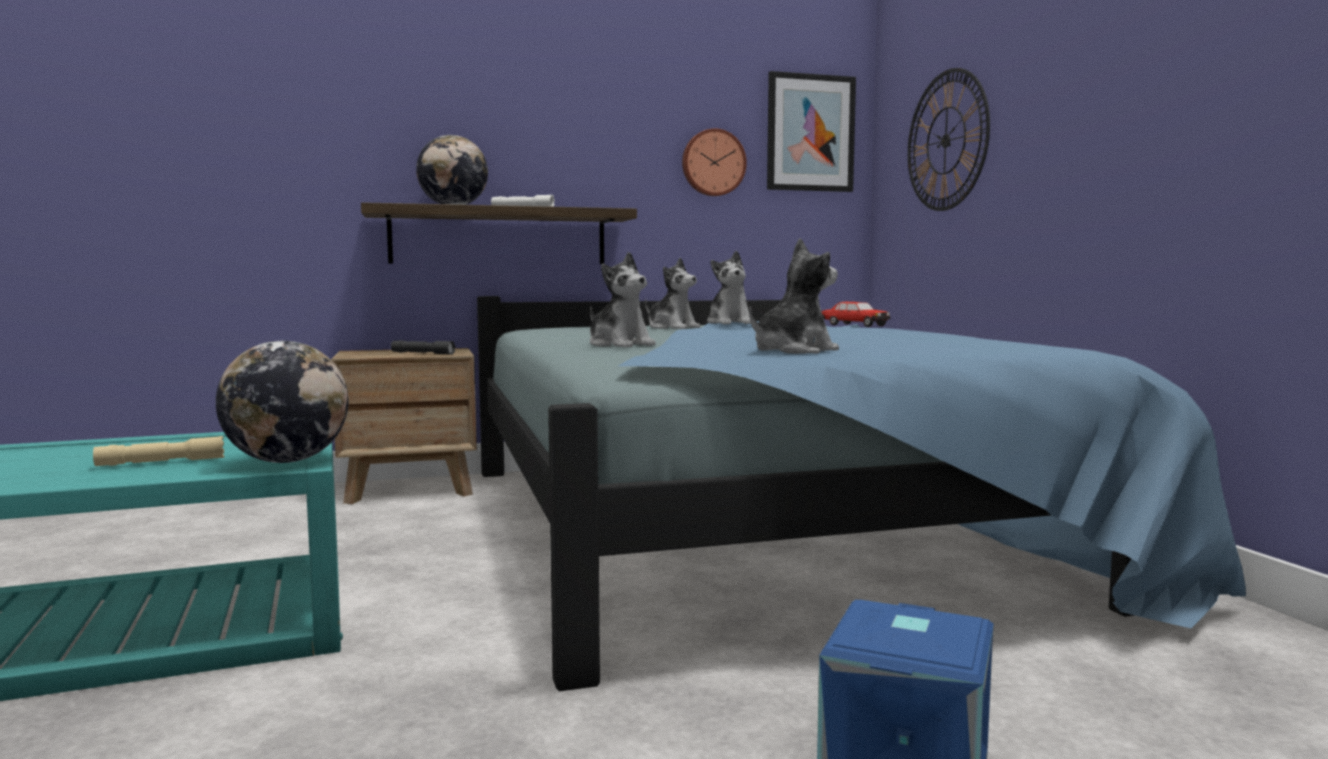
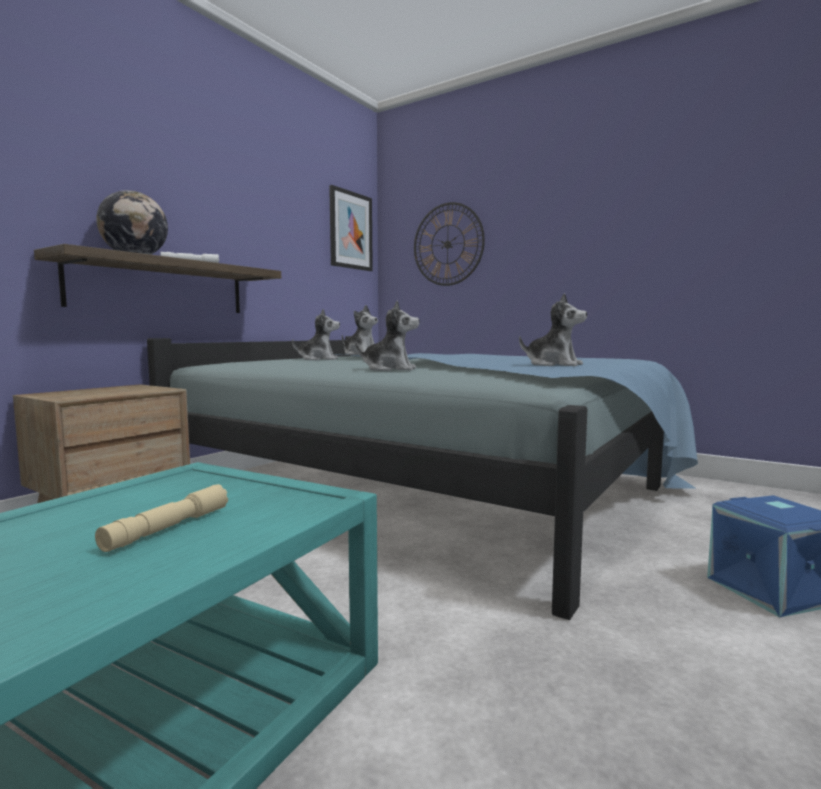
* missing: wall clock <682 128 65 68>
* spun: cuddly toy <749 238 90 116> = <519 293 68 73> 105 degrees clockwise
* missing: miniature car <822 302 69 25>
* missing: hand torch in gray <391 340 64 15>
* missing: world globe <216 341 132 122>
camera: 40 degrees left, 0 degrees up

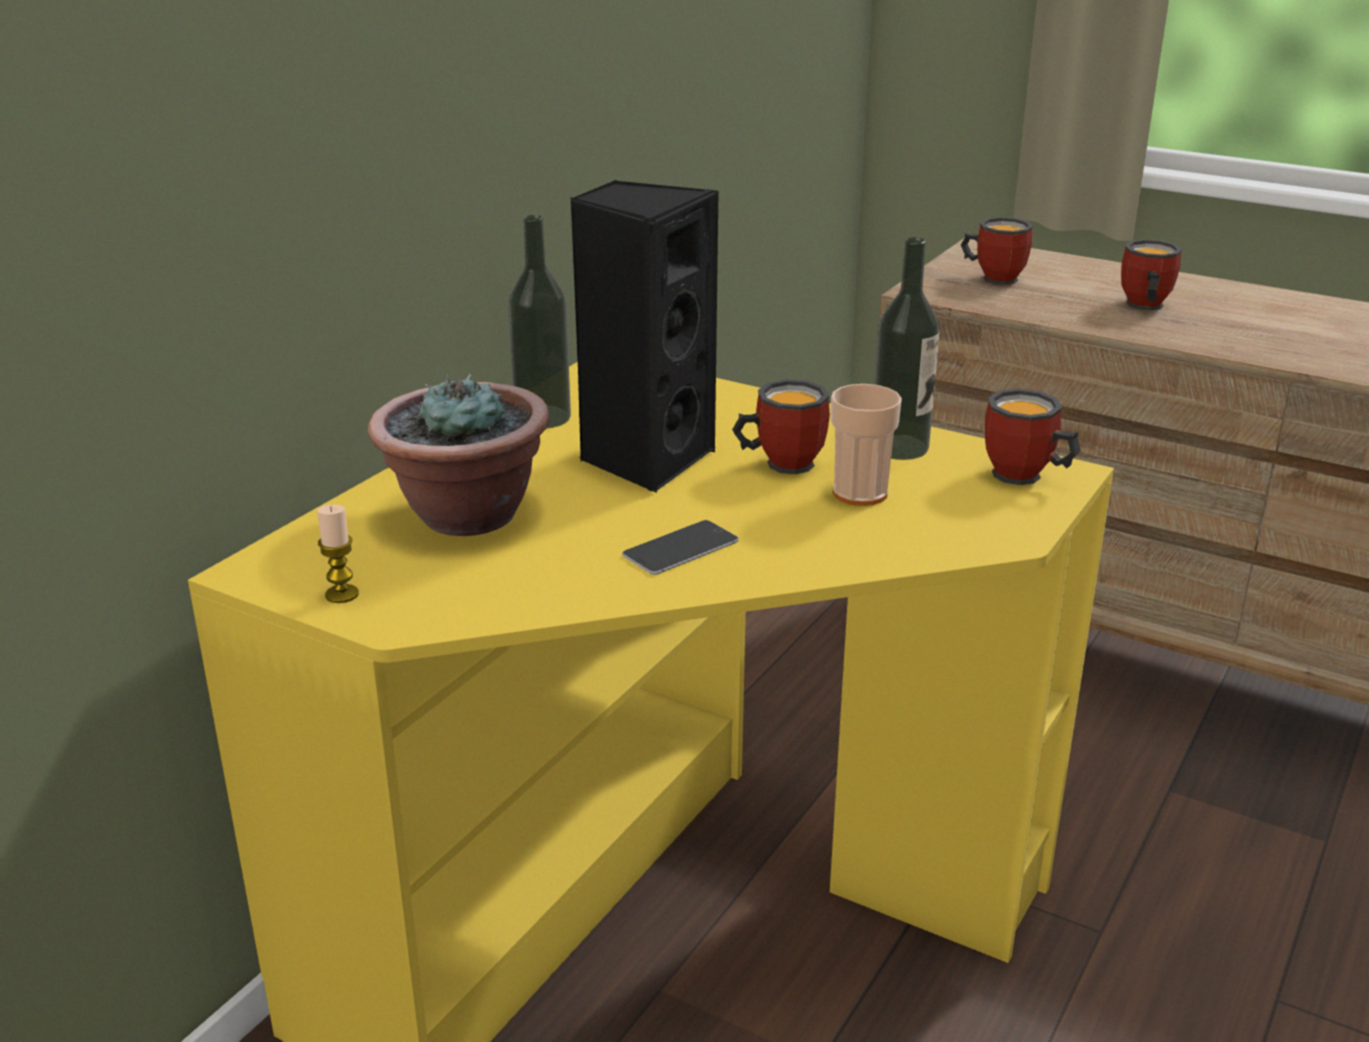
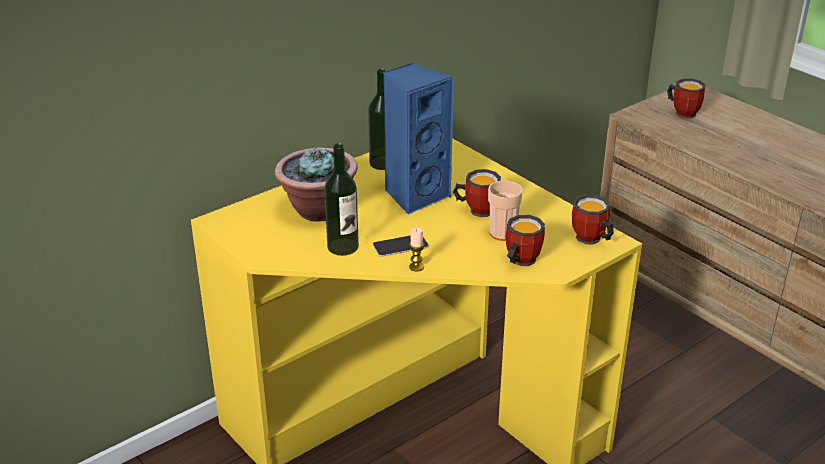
* colour: audio speaker in black-coloured <570 180 149 313> to audio speaker in bluish <383 62 71 153>
* relocated: bottle <874 237 66 223> to <324 143 35 113>
* relocated: mug <1121 239 61 72> to <506 215 39 51>
* relocated: candle <317 505 42 98> to <409 228 15 44>
camera: 20 degrees right, 5 degrees up

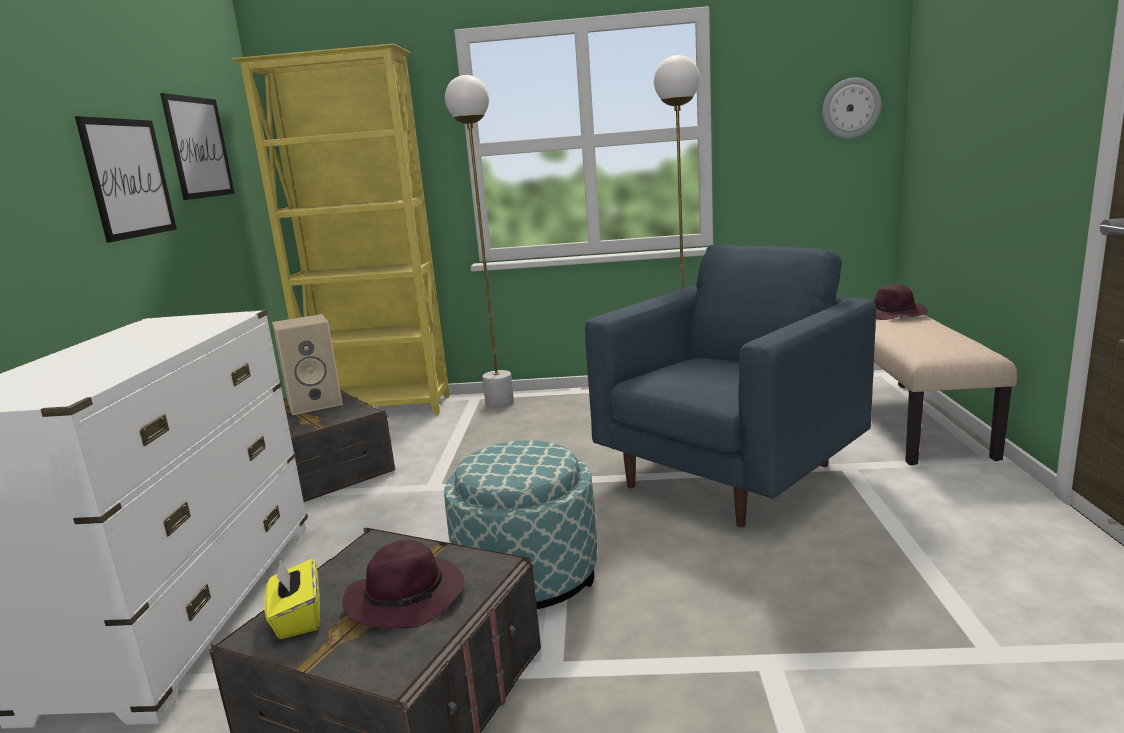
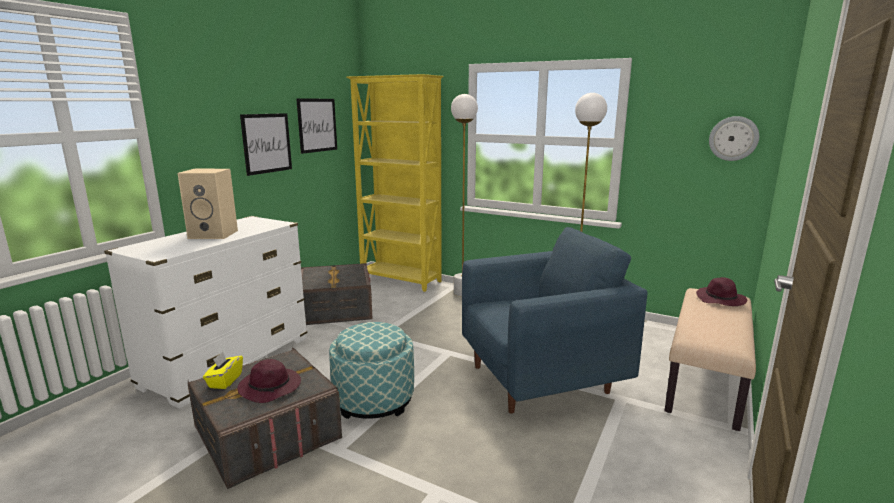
* relocated: audio speaker in beige <272 314 71 101> to <178 169 60 70>
camera: 25 degrees right, 0 degrees up

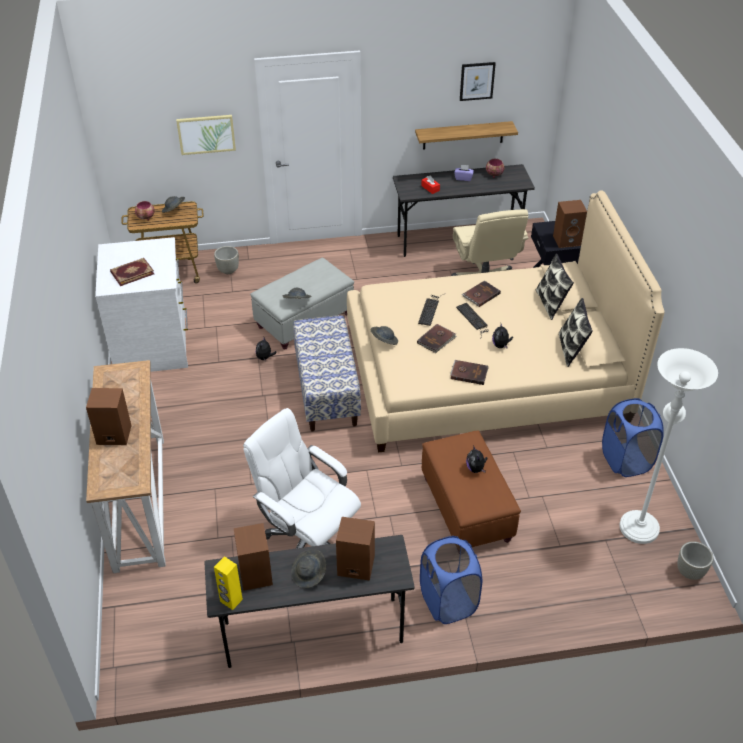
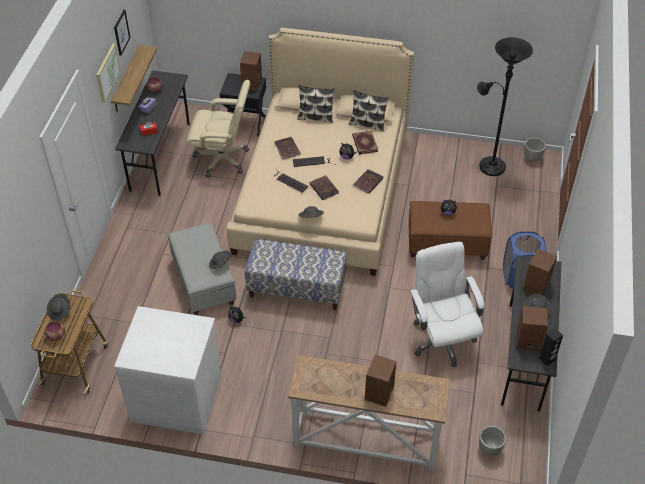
* relocated: picture <176 115 60 40> to <96 44 25 59>
* relocated: plant pot in gray <214 246 25 28> to <479 426 27 31>
* relocated: volume <110 258 44 28> to <352 131 26 24>
* colour: standing lamp in white-coloured <619 348 99 196> to standing lamp in black-coloured <477 37 56 139>
* missing: hamper in bluish <602 398 62 79>
* spun: desk chair in white-coloured <243 408 118 140> = <410 242 75 125> 105 degrees clockwise
* colour: audio speaker in yellow-coloured <214 556 29 54> to audio speaker in black-coloured <539 328 24 38>
camera: 70 degrees left, 5 degrees up

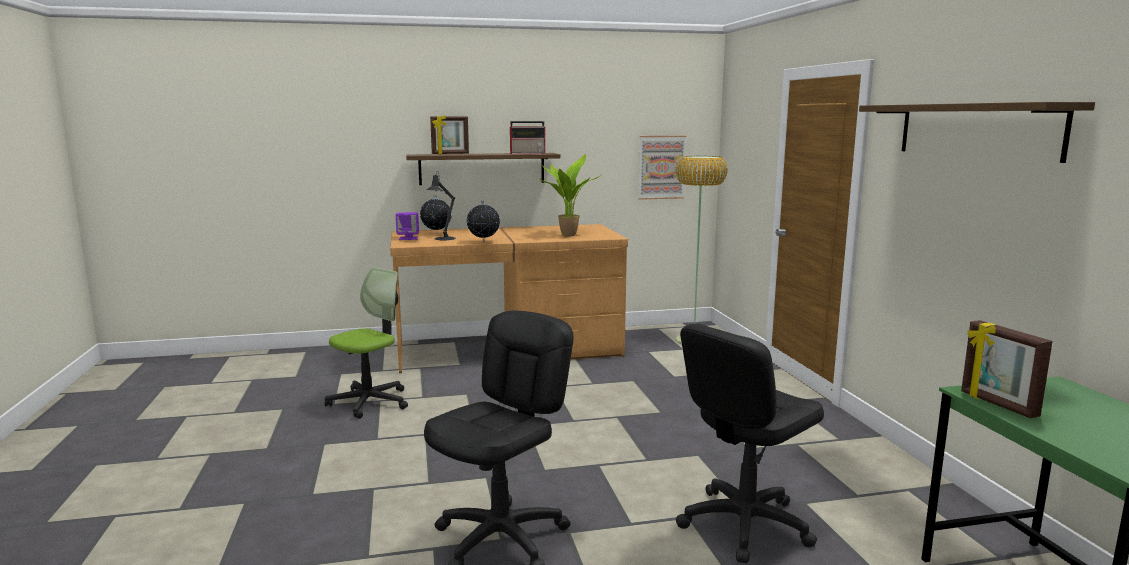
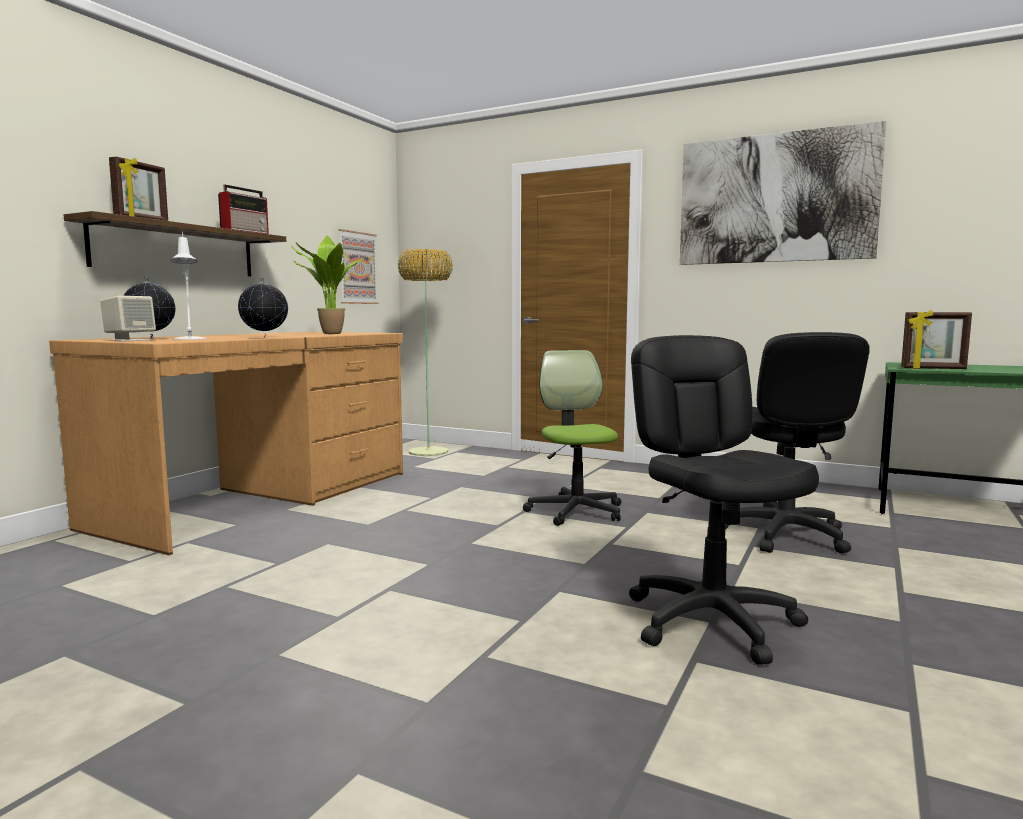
* exchanged: shelf <859 102 236 61> to picture <680 121 207 144>
* colour: lamp for a table in black-coloured <427 172 29 68> to lamp for a table in white-coloured <170 232 37 108>
* colour: audio speaker in purple-coloured <396 212 23 28> to audio speaker in beige <100 296 56 45>
* relocated: desk chair <325 267 83 152> to <523 350 98 176>
camera: 50 degrees left, 5 degrees down

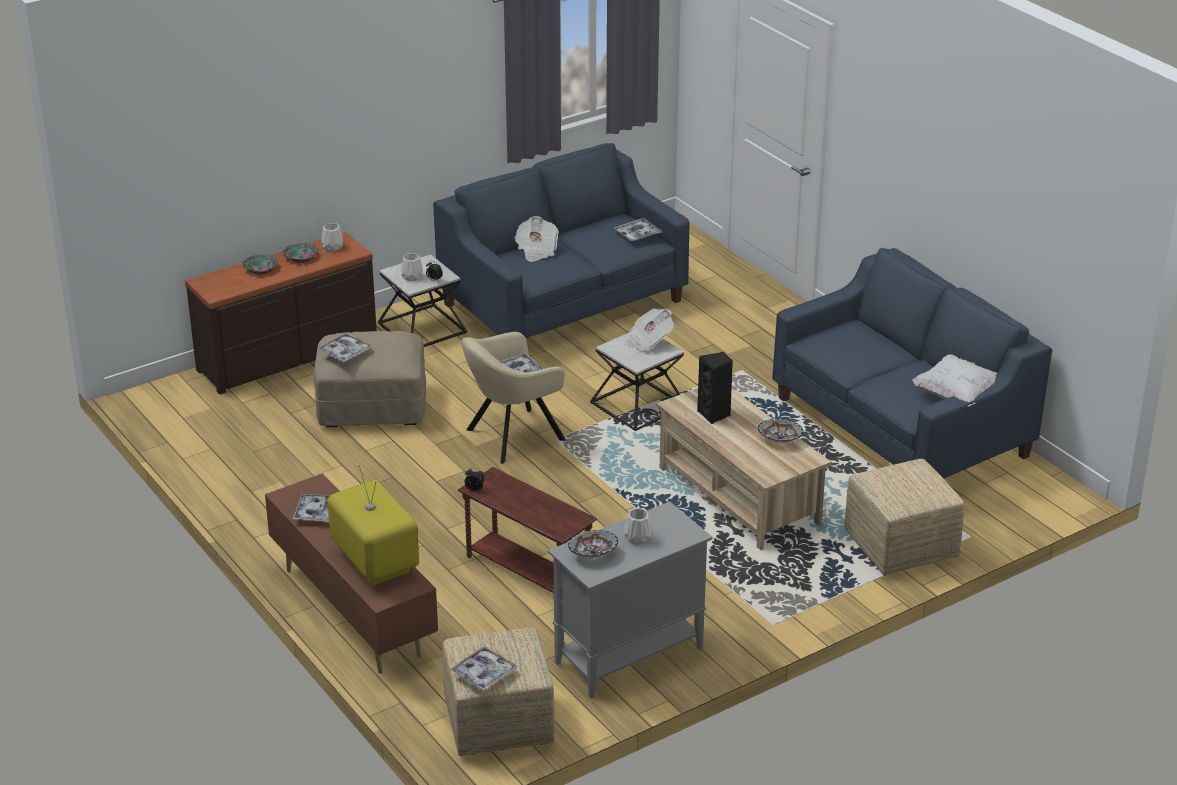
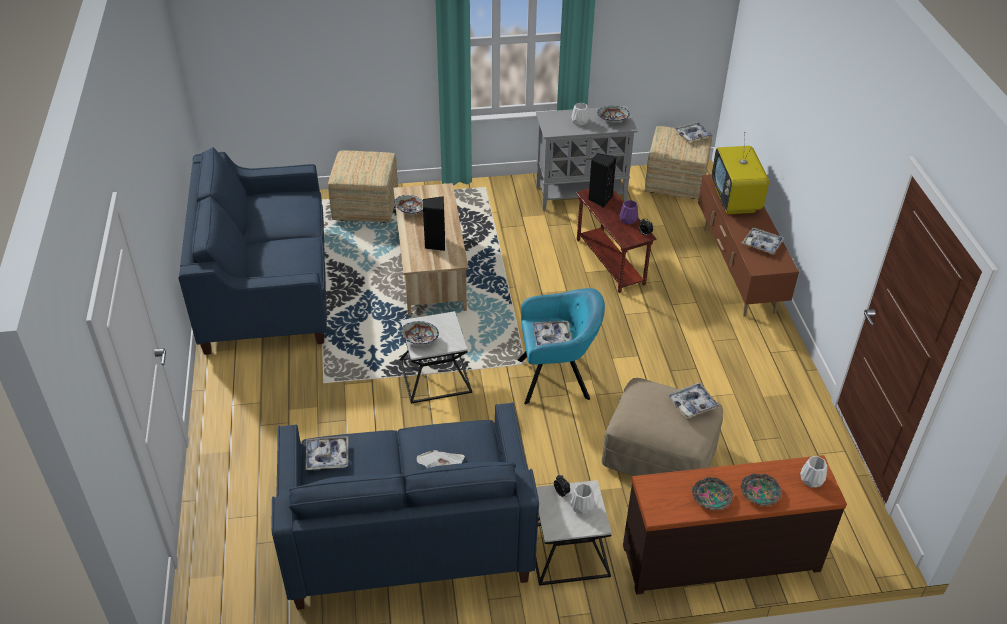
* relocated: vase in white-coloured <321 223 23 28> to <800 456 27 32>
* exchanged: daily paper <624 309 50 42> to bowl <400 321 39 23>
* colour: easy chair in beige <461 332 105 132> to easy chair in turquoise-coloured <518 288 87 117>
* missing: throw pillow in white-coloured <912 354 85 52>
* appeared: audio speaker in black-coloured <588 153 28 55>
* appeared: vase in purple-coloured <620 200 18 24>
camera: 155 degrees left, 10 degrees up

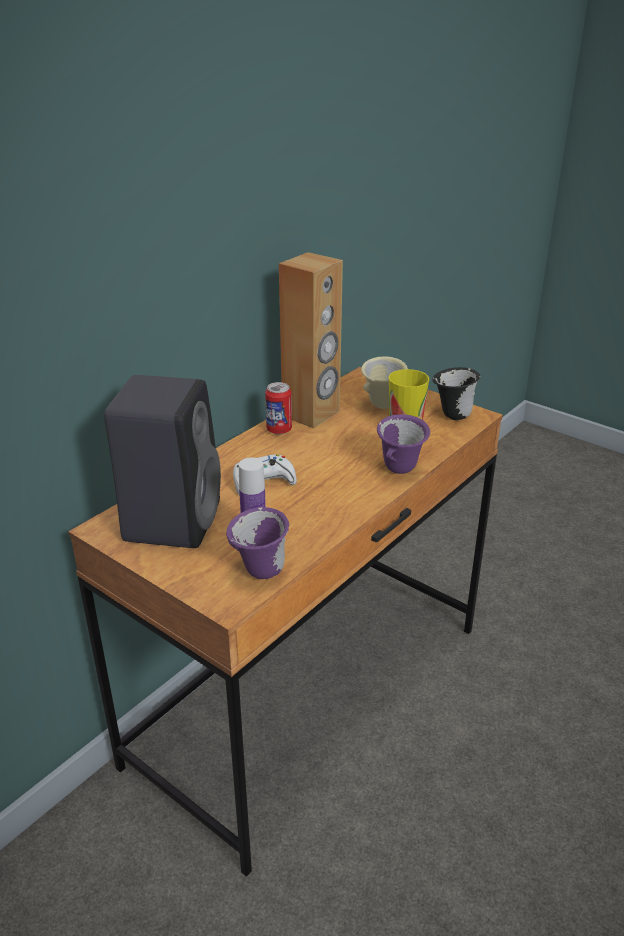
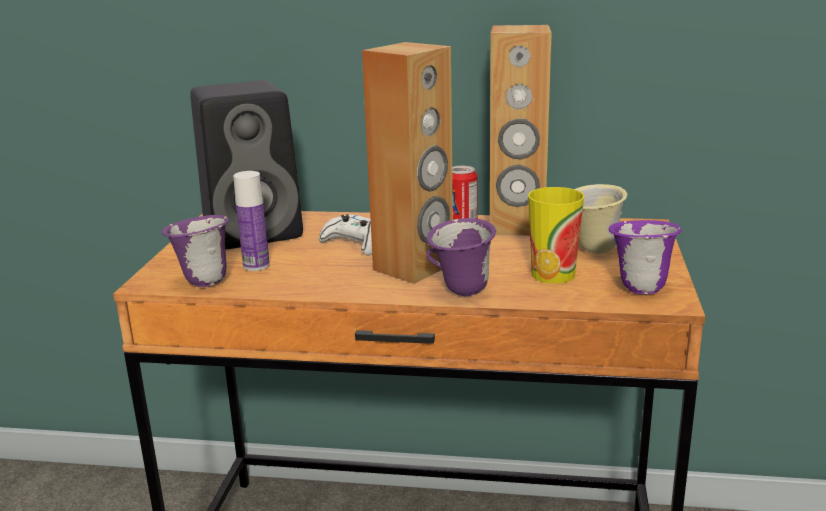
* colour: mug in black-coloured <432 367 48 53> to mug in purple-coloured <608 220 74 74>
* appeared: audio speaker in brown-coloured <362 42 91 242>
camera: 60 degrees right, 10 degrees down

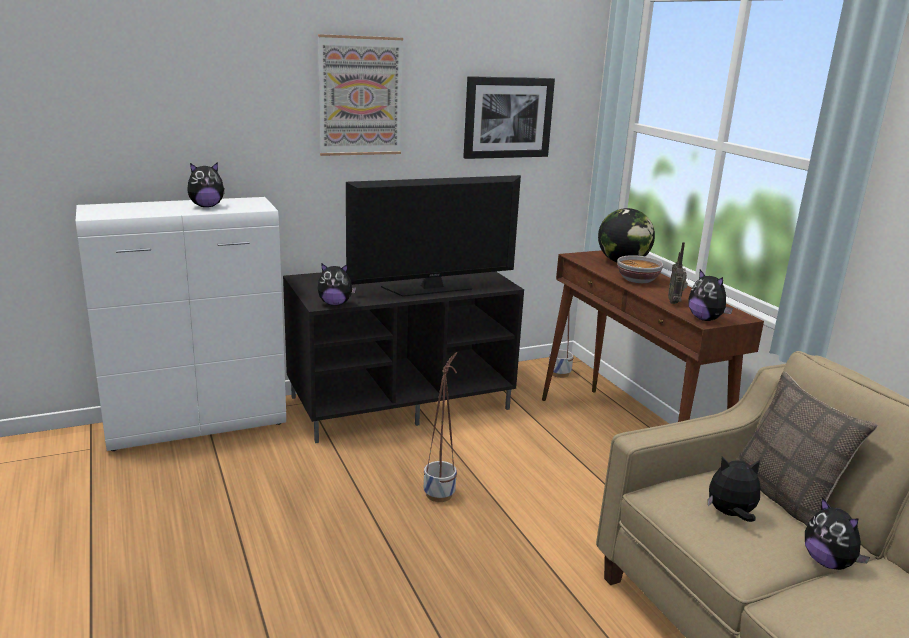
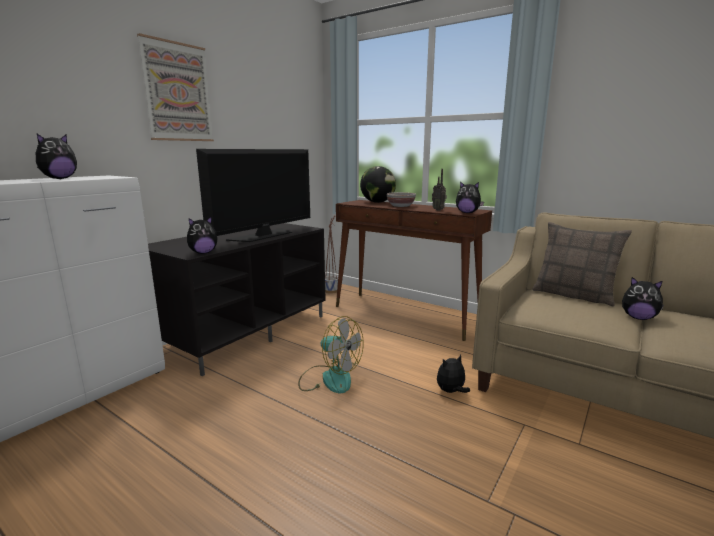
* missing: picture <463 76 92 83>
* exchanged: plant pot <424 352 33 150> to electric fan <298 316 66 77>
* relocated: cuddly toy <708 457 52 65> to <437 355 33 38>
camera: 30 degrees left, 5 degrees down

